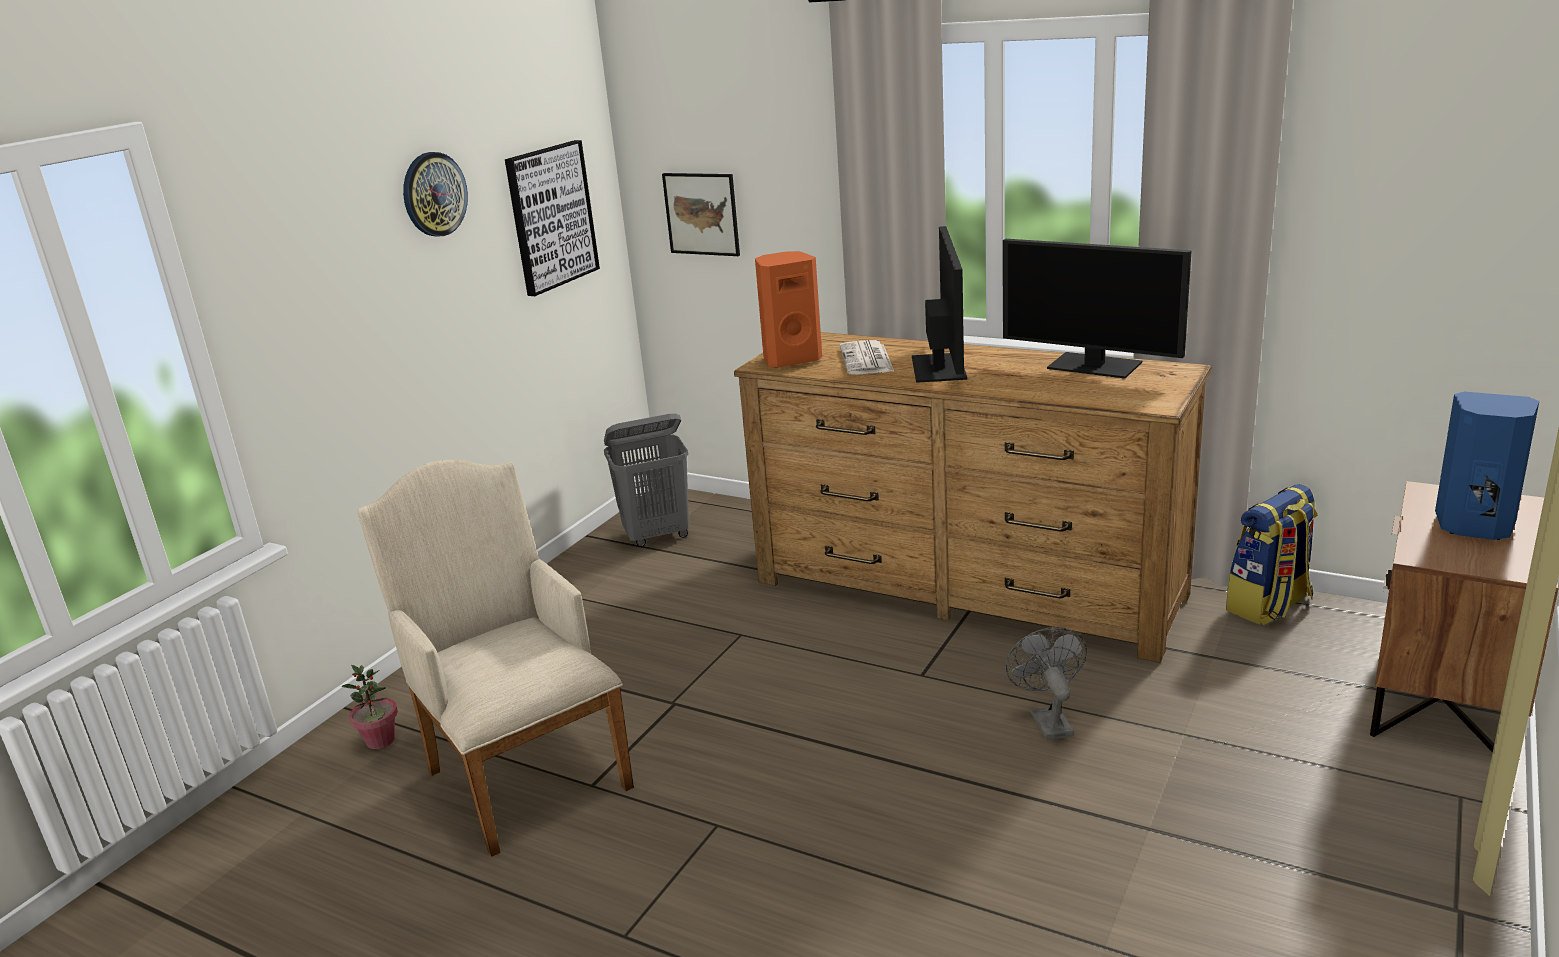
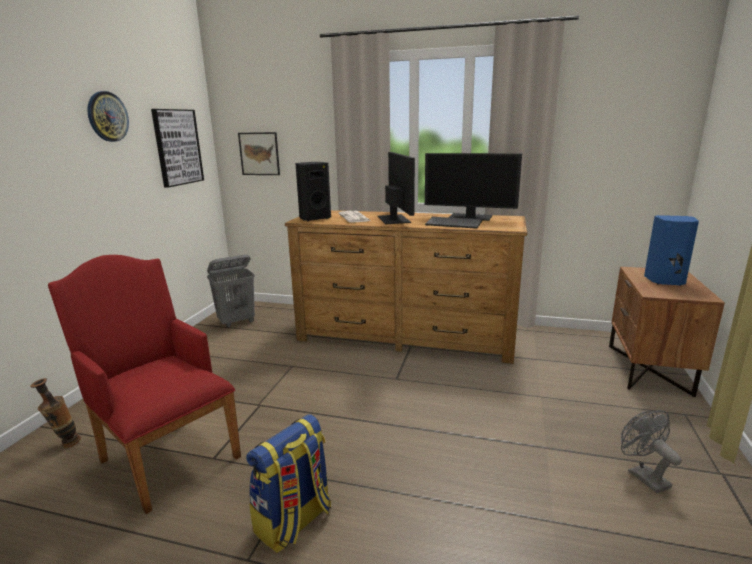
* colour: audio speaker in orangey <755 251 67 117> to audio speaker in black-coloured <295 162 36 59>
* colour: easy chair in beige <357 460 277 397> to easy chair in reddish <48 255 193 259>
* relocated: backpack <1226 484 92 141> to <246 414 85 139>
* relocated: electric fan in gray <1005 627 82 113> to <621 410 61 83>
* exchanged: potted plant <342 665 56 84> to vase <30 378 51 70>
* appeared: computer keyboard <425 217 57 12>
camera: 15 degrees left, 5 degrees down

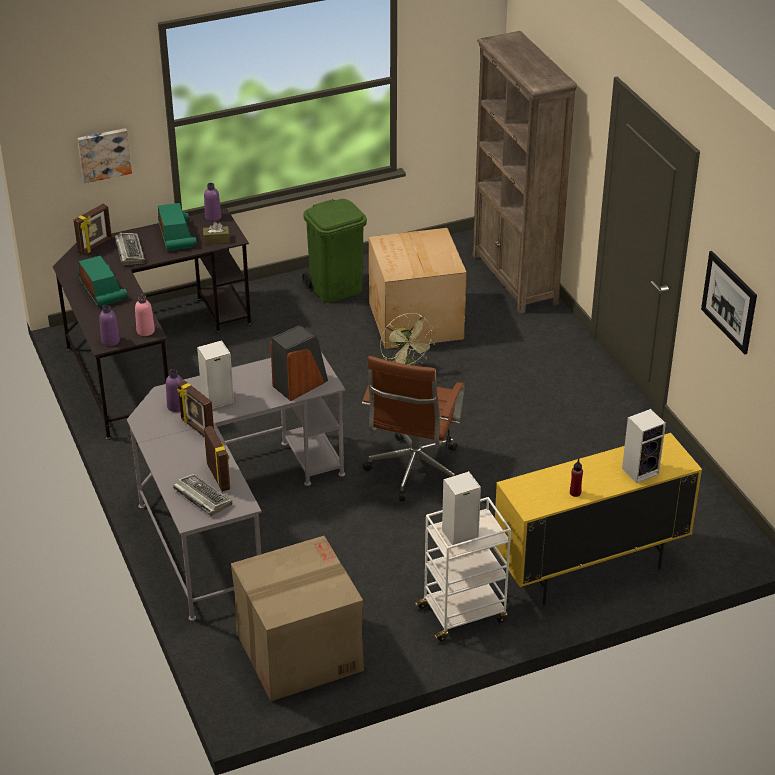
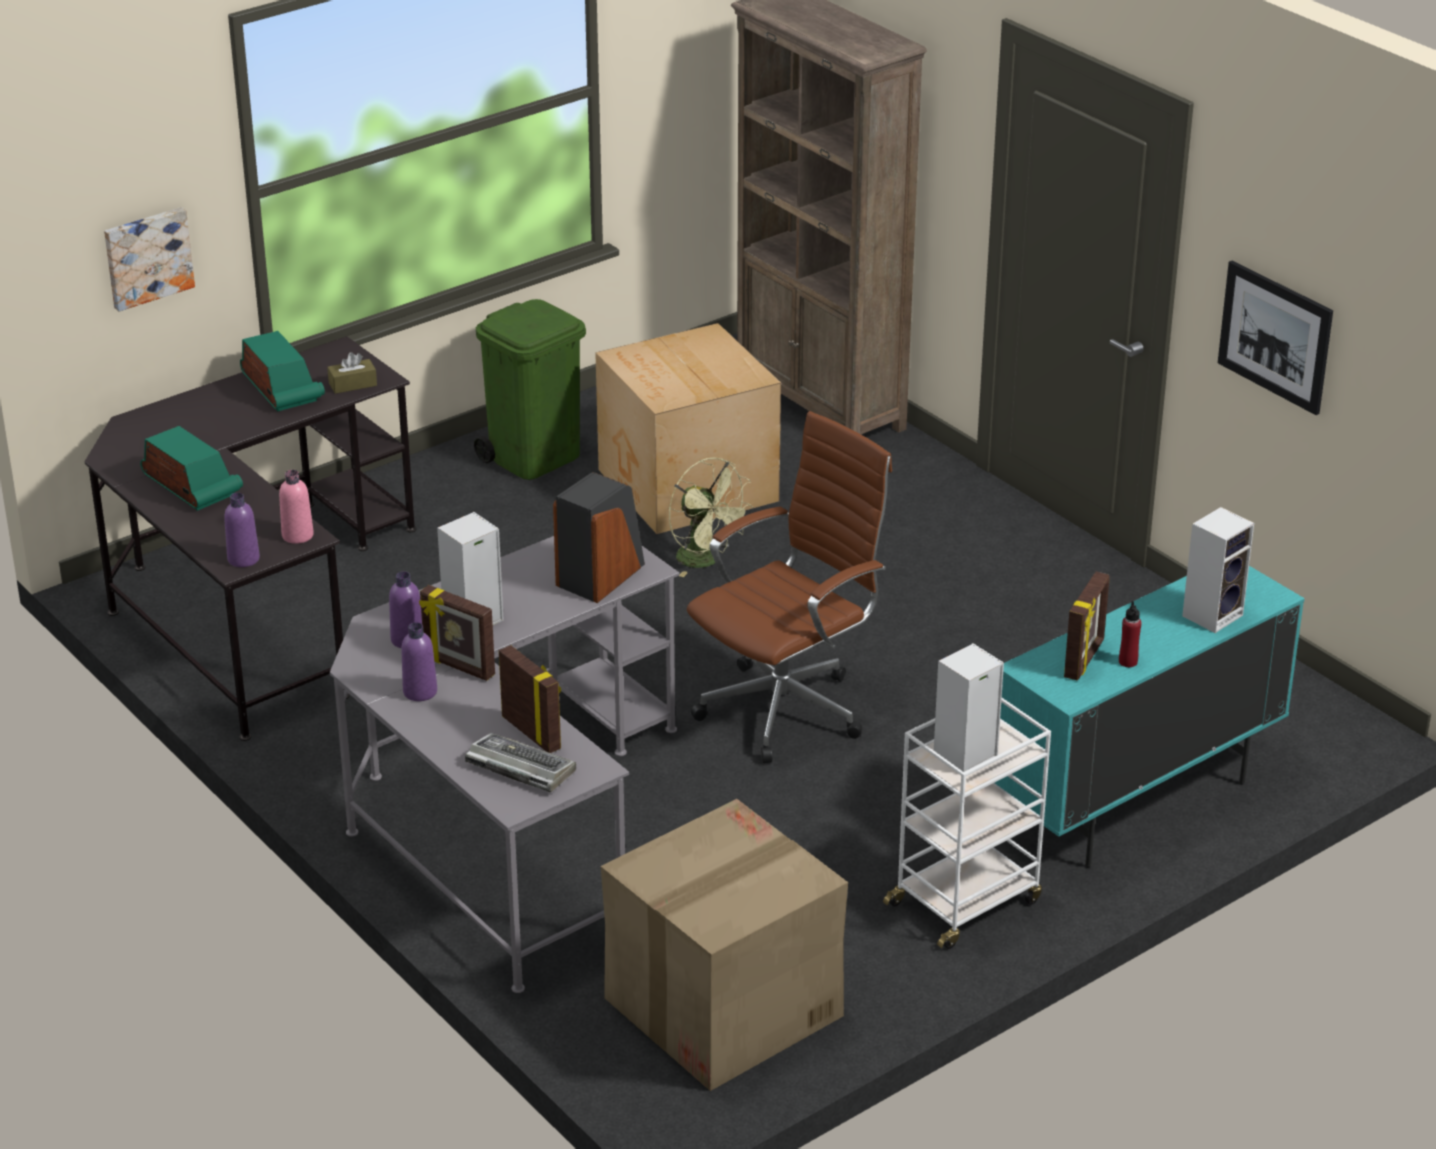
* relocated: bottle in purple-coloured <204 183 17 38> to <401 622 36 79>
* relocated: photo frame <74 204 38 51> to <1064 571 46 110>
* missing: computer keyboard <115 233 30 32>
* spun: desk chair in brown-coloured <362 356 103 145> = <687 411 205 352> 135 degrees counterclockwise
* colour: cupboard in yellow-coloured <493 433 209 173> to cupboard in turquoise-coloured <995 566 310 302>
camera: 15 degrees left, 5 degrees down

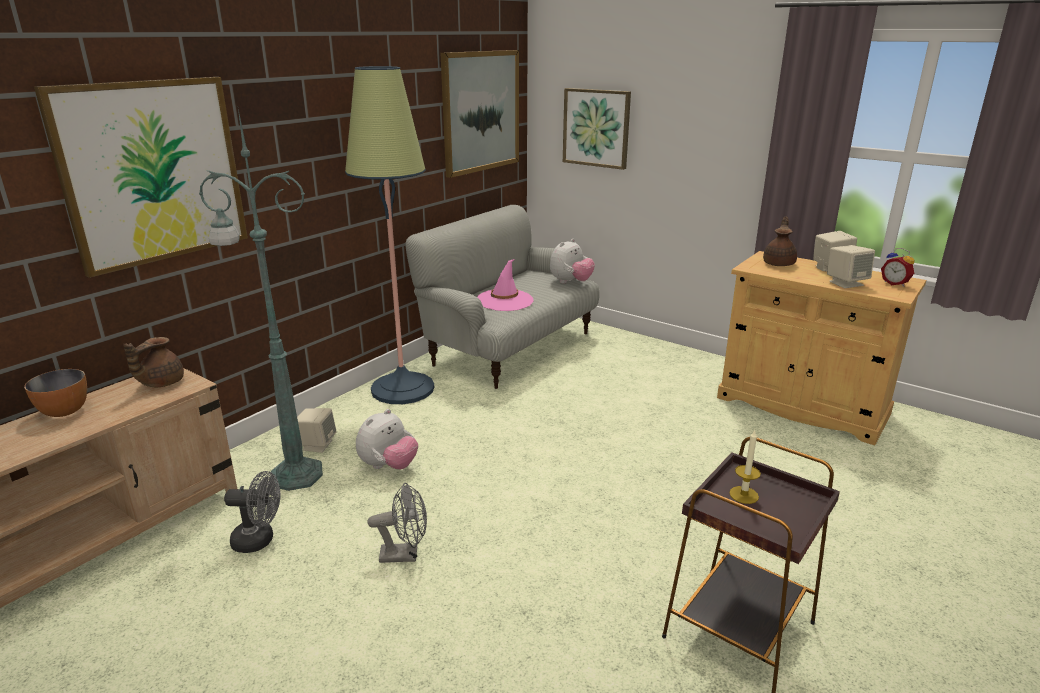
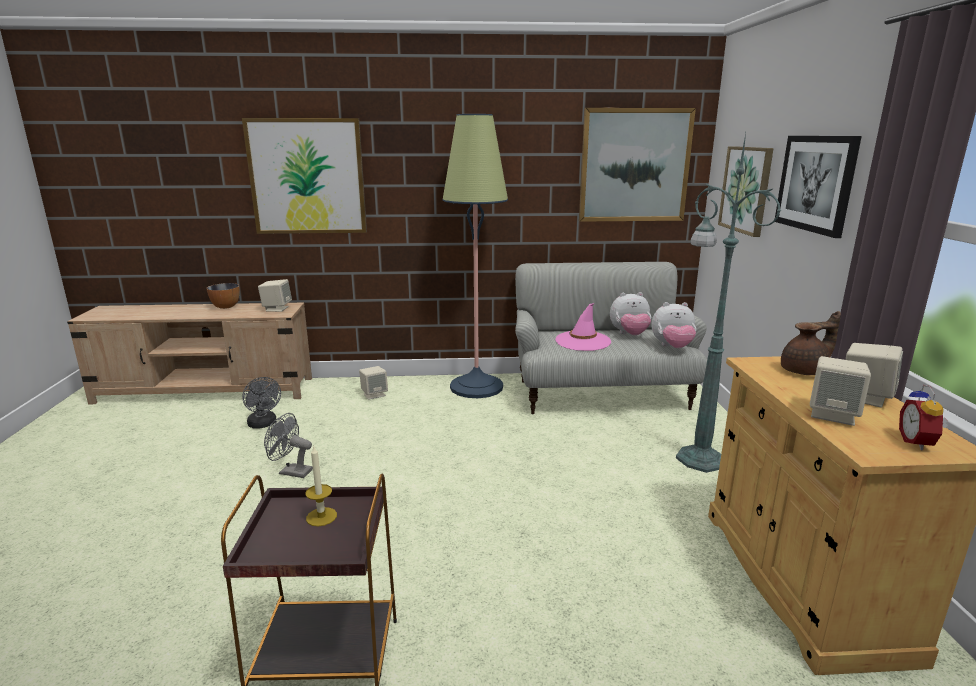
* relocated: standing lamp in greenish <199 109 124 382> to <676 133 105 340>
* exchanged: pot for tea in brown-coloured <123 337 61 50> to audio speaker in beige <258 279 34 33>
* relocated: cuddly toy <356 409 62 61> to <610 292 41 43>
* spun: electric fan in gray <367 483 60 80> = <264 413 49 65> 150 degrees clockwise
* appeared: picture <775 136 87 102>
camera: 50 degrees right, 5 degrees down

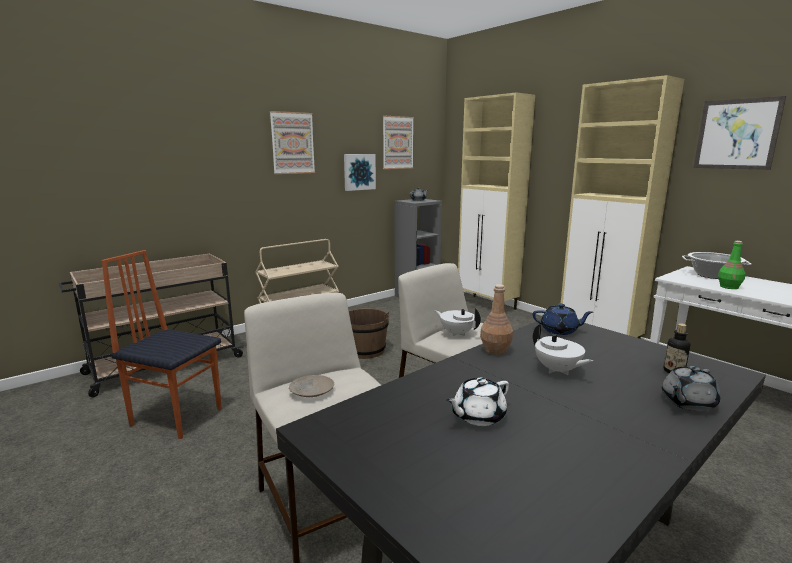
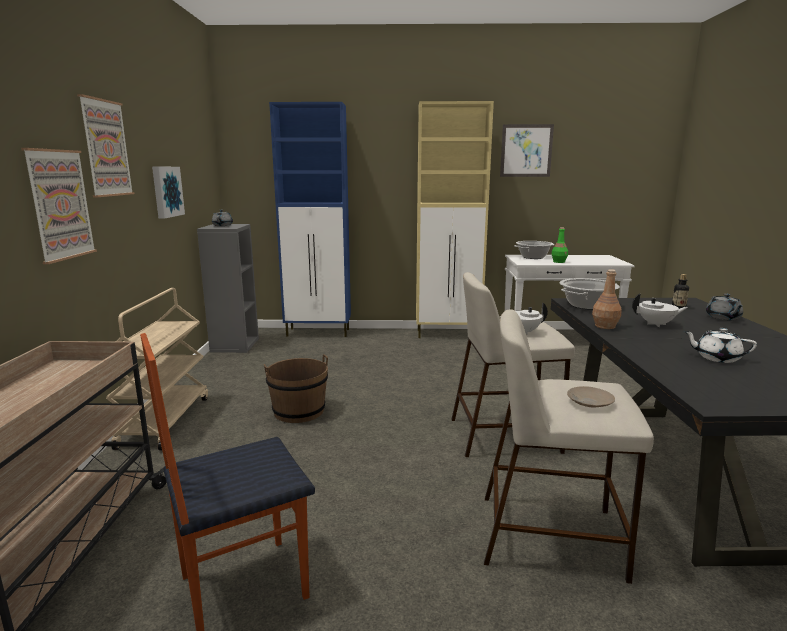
* colour: cupboard in beige <458 92 77 218> to cupboard in bluish <269 102 82 235>
* relocated: picture <382 116 32 53> to <21 148 76 116>
* exchanged: pot for tea in bluish <533 304 60 31> to saucepot <560 278 59 32>
* spun: pot for tea in white-coloured <446 378 63 48> = <684 328 73 35> 105 degrees clockwise
camera: 50 degrees left, 0 degrees up

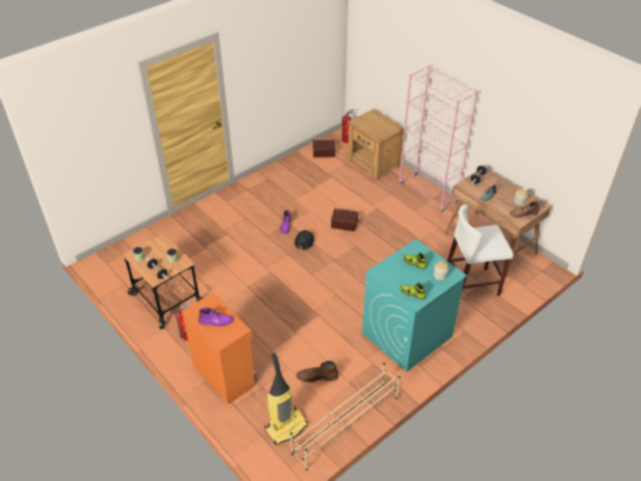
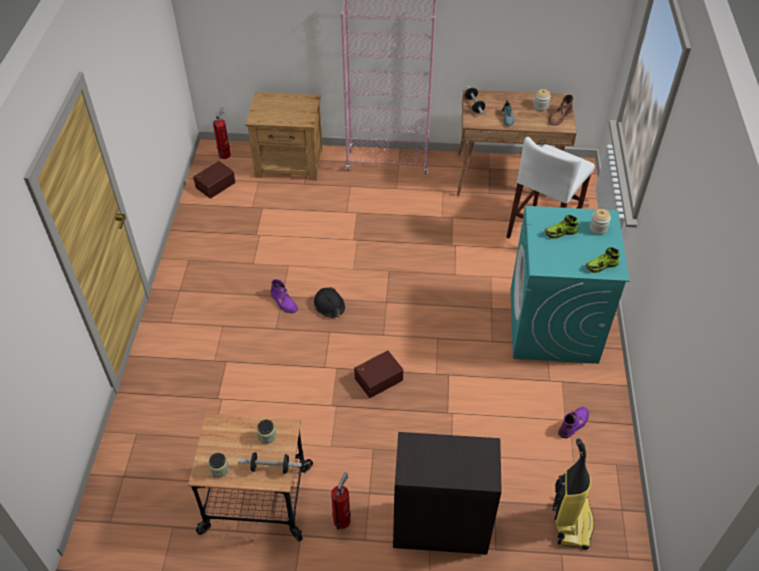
* relocated: storage bin in brown-coloured <331 208 27 23> to <354 350 49 48>
* colour: cupboard in orangey <182 293 75 111> to cupboard in black-coloured <393 432 109 123>
* relocated: boot in purple-coloured <198 307 36 19> to <558 407 31 31>
* missing: boot in brown-coloured <296 361 42 21>
* missing: shoe stand in beige <290 363 110 107>
camera: 45 degrees left, 5 degrees up

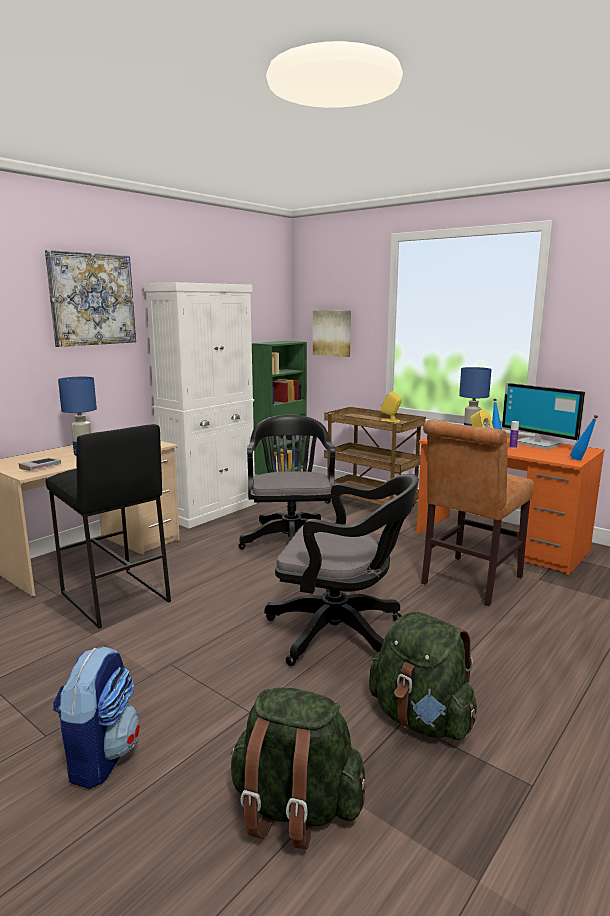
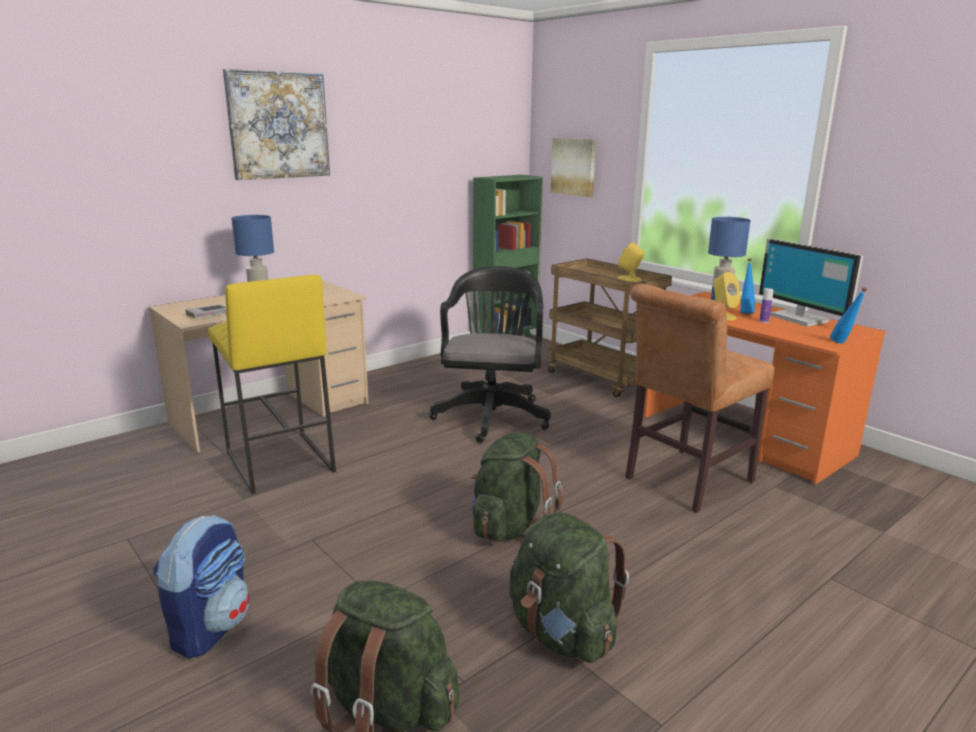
* missing: cupboard in white-coloured <143 282 114 246>
* colour: stool in black-coloured <46 424 125 205> to stool in yellow-coloured <208 275 128 219>
* exchanged: desk chair in black-coloured <265 474 154 192> to backpack in greenish <471 432 91 110>
camera: 10 degrees right, 5 degrees up

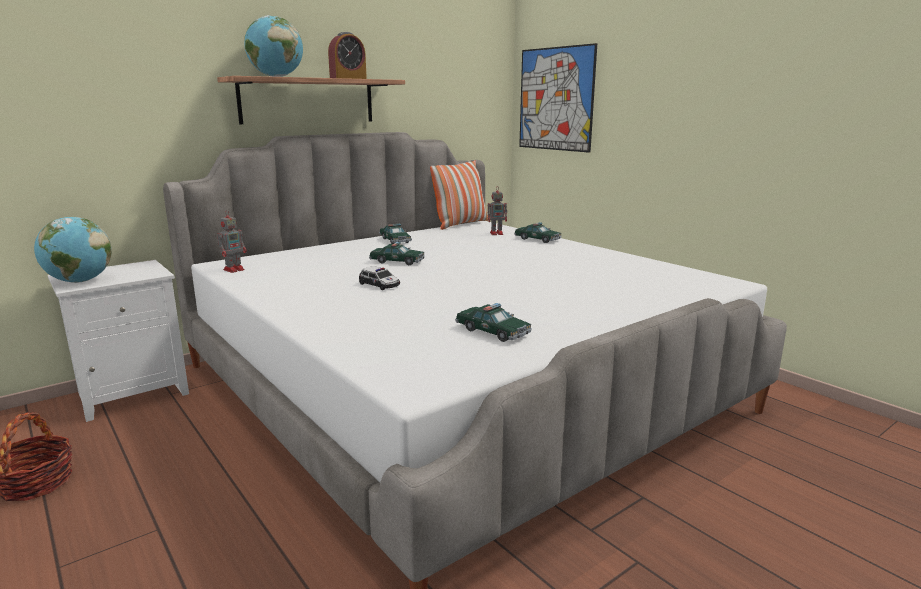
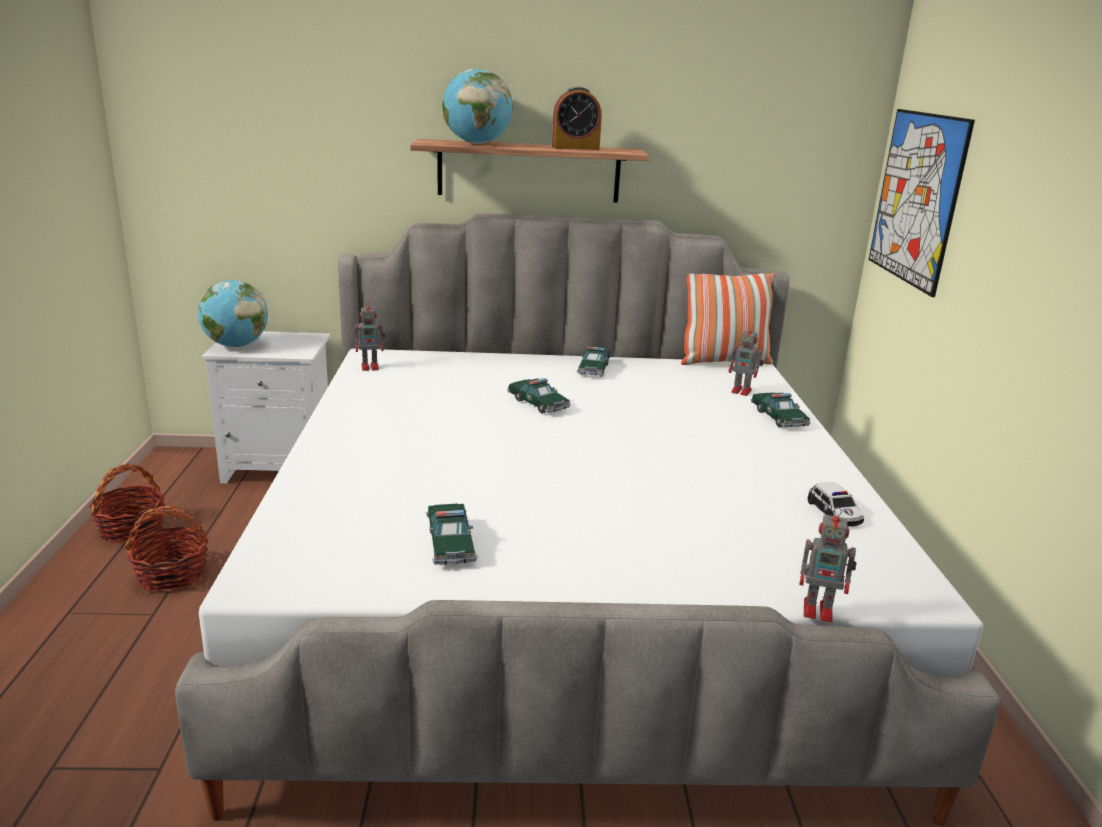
* relocated: miniature car <359 266 41 24> to <808 482 56 45>
* appeared: storage basket <125 506 83 86>
* appeared: toy robot <799 507 58 115>
camera: 35 degrees right, 5 degrees up

